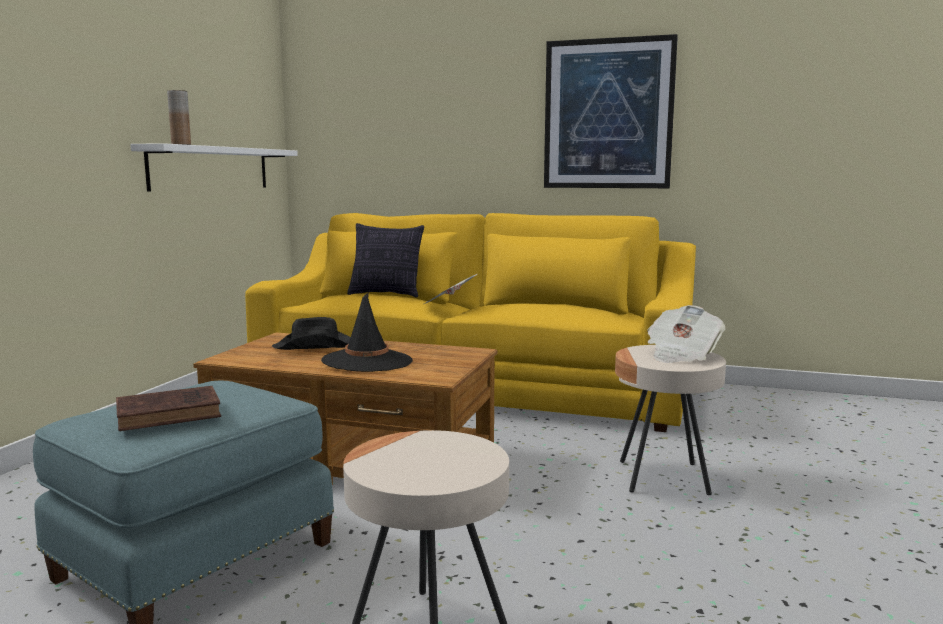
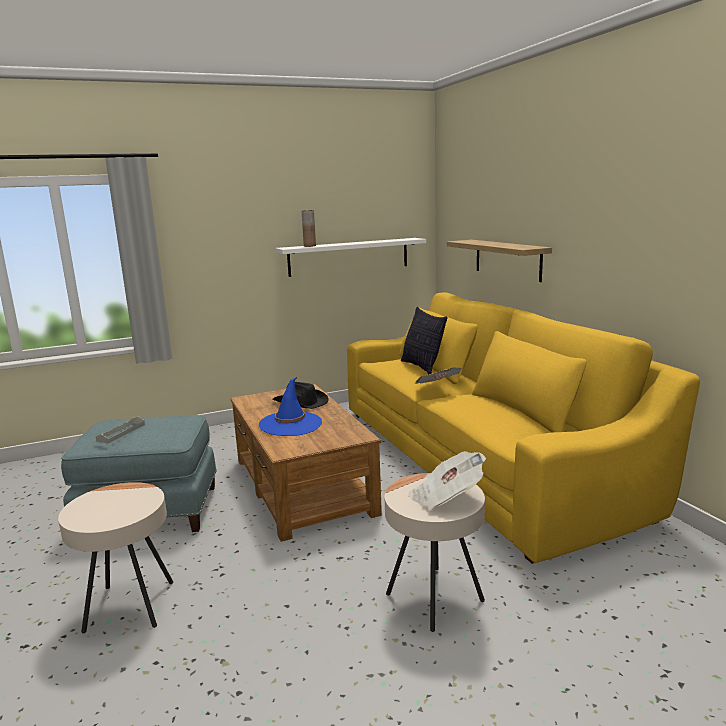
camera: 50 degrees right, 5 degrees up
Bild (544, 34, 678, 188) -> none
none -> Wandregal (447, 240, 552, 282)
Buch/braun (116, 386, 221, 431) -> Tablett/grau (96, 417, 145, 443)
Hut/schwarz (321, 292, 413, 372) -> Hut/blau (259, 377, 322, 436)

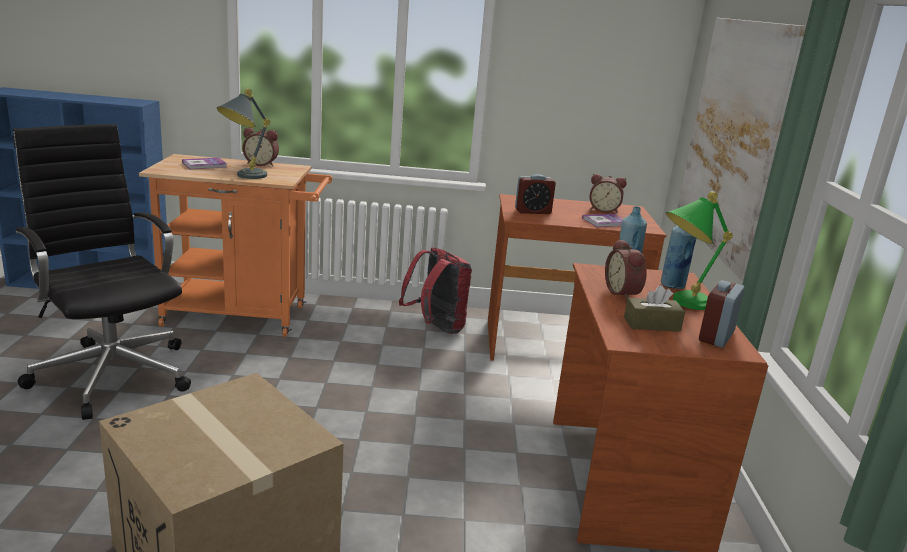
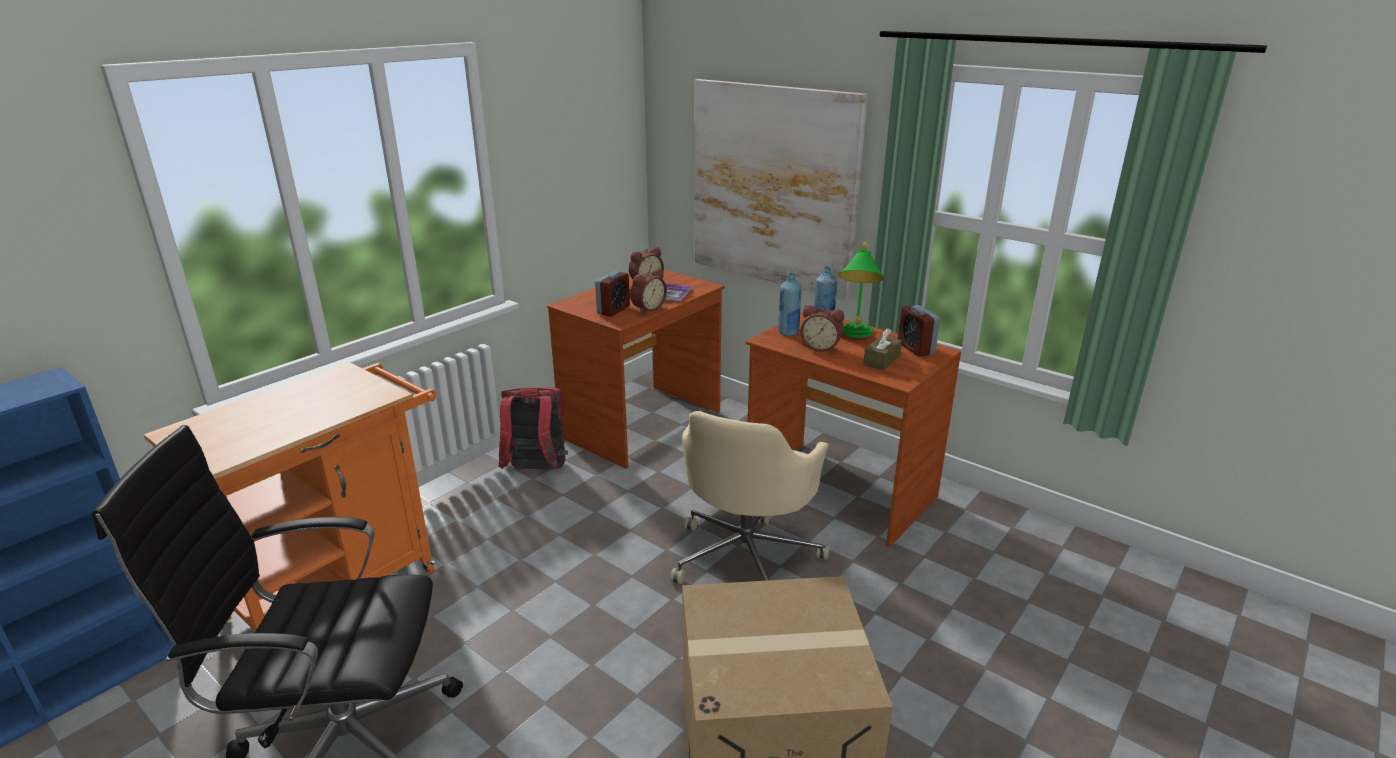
camera: 50 degrees left, 5 degrees up
Buch (182, 158, 227, 169) -> none
Tischlampe/grau (217, 89, 270, 179) -> none
none -> Bürostuhl/beige (670, 411, 830, 584)
Wecker (243, 128, 279, 166) -> Wecker (630, 268, 667, 313), relocated

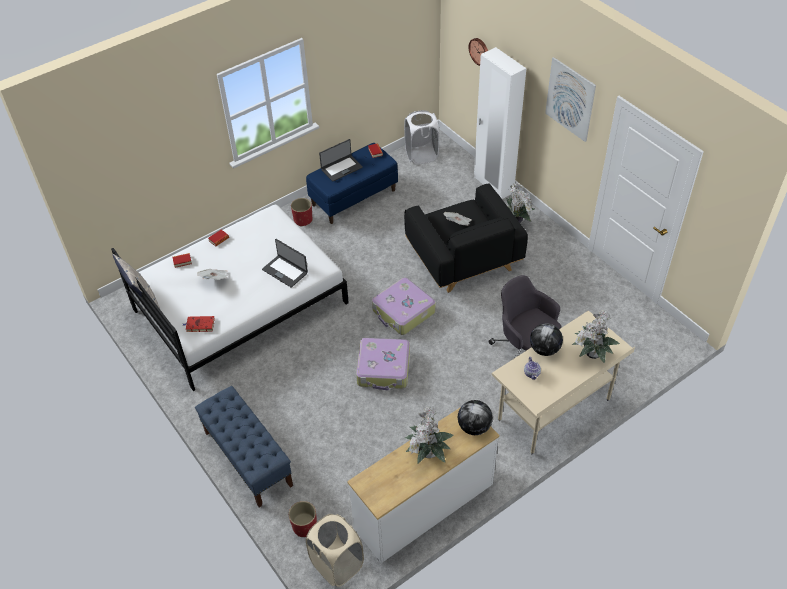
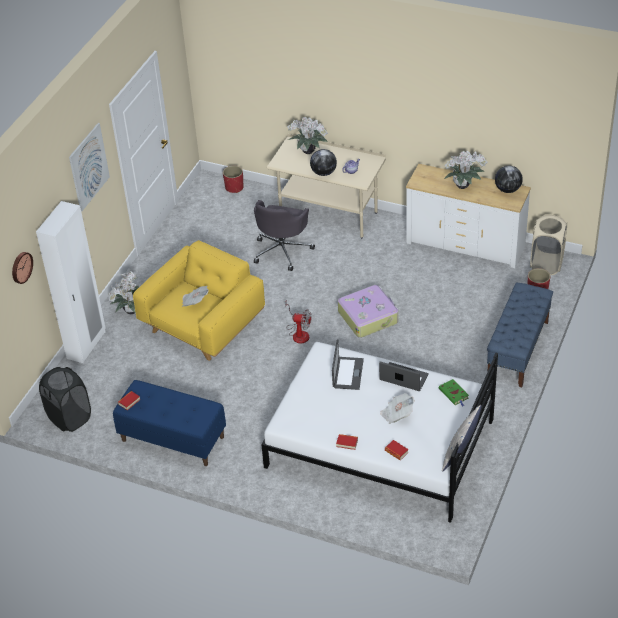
camera: 120 degrees left, 5 degrees down
Pflanzkübel/rot (291, 198, 312, 227) -> Pflanzkübel/rot (223, 166, 244, 193), relocated
Laptop (319, 139, 363, 181) -> Laptop (379, 362, 429, 391), relocated
Globus (458, 400, 493, 435) -> Globus (495, 165, 523, 193), relocated
Koffer (372, 277, 435, 335) -> Ventilator (285, 300, 312, 344)
Buch/rot (182, 316, 215, 332) -> Buch/grün (439, 379, 469, 406)
Wäschekorb/weiß (404, 110, 439, 164) -> Wäschekorb/schwarz (39, 367, 91, 432)
Sessel/schwarz (404, 183, 528, 293) -> Sessel/gelb (133, 240, 265, 361)

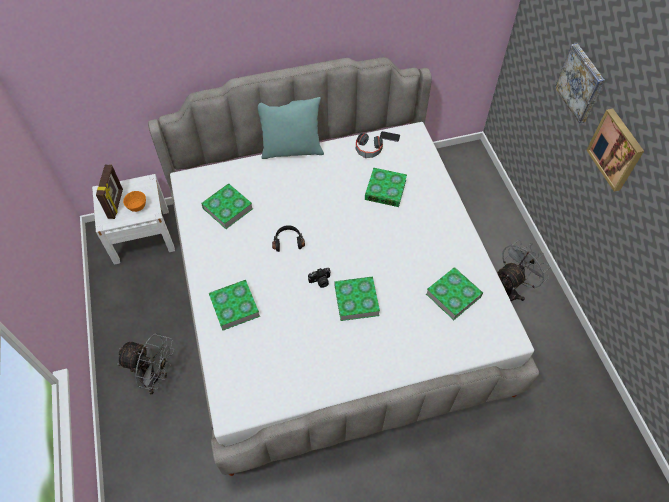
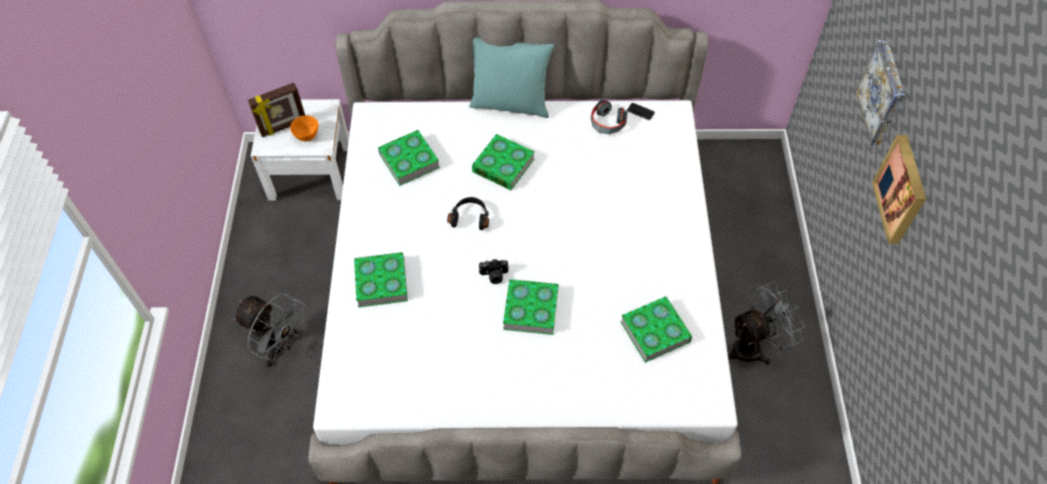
camera: 15 degrees right, 0 degrees up
Buch (365, 167, 407, 207) -> Buch (472, 134, 535, 190), relocated
Bilderrahmen (96, 164, 123, 219) -> Bilderrahmen (248, 83, 305, 137), 45 degrees clockwise

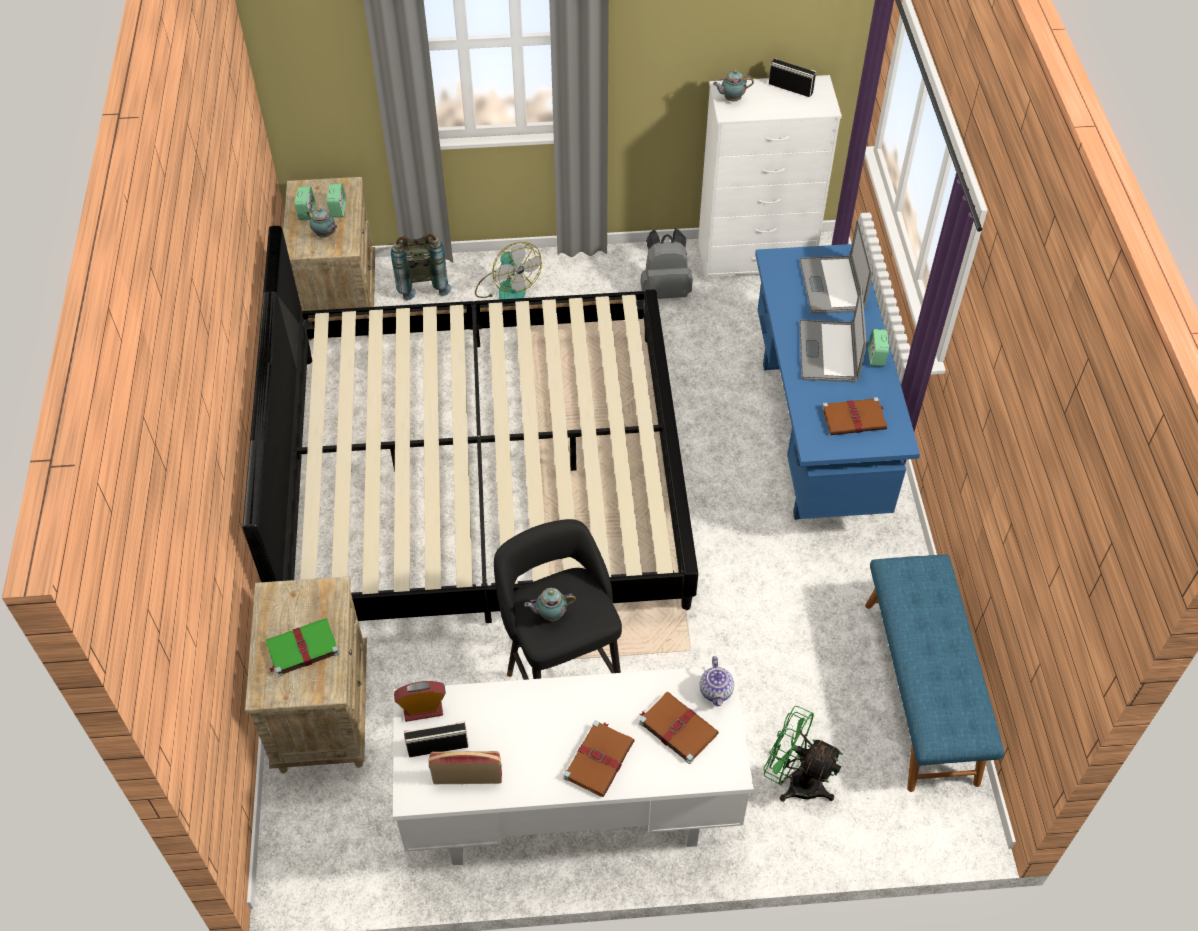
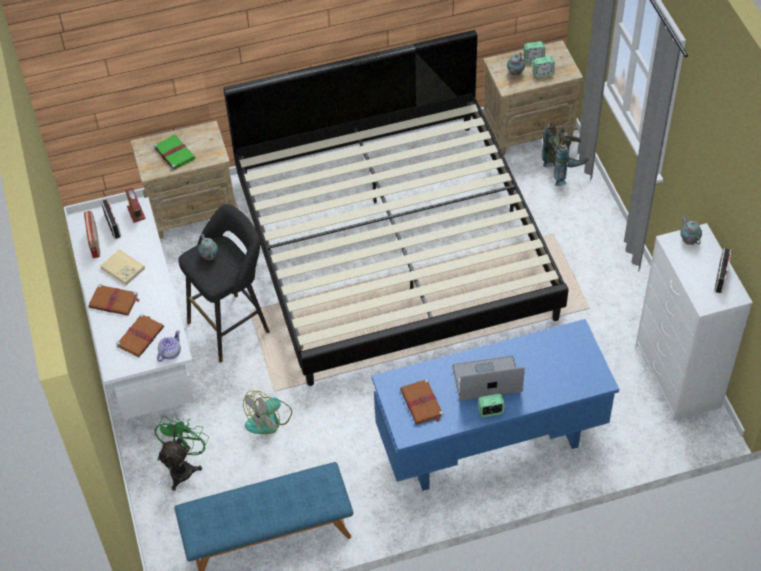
camera: 80 degrees right, 0 degrees up
Rucksack/grau (640, 228, 693, 299) -> none
Laptop (799, 218, 873, 314) -> none
none -> Buch/beige (100, 249, 145, 285)
Ventilator (475, 242, 542, 300) -> Ventilator (243, 391, 292, 434), relocated
Teekanne (700, 656, 734, 707) -> Teekanne (157, 330, 181, 362), 135 degrees clockwise

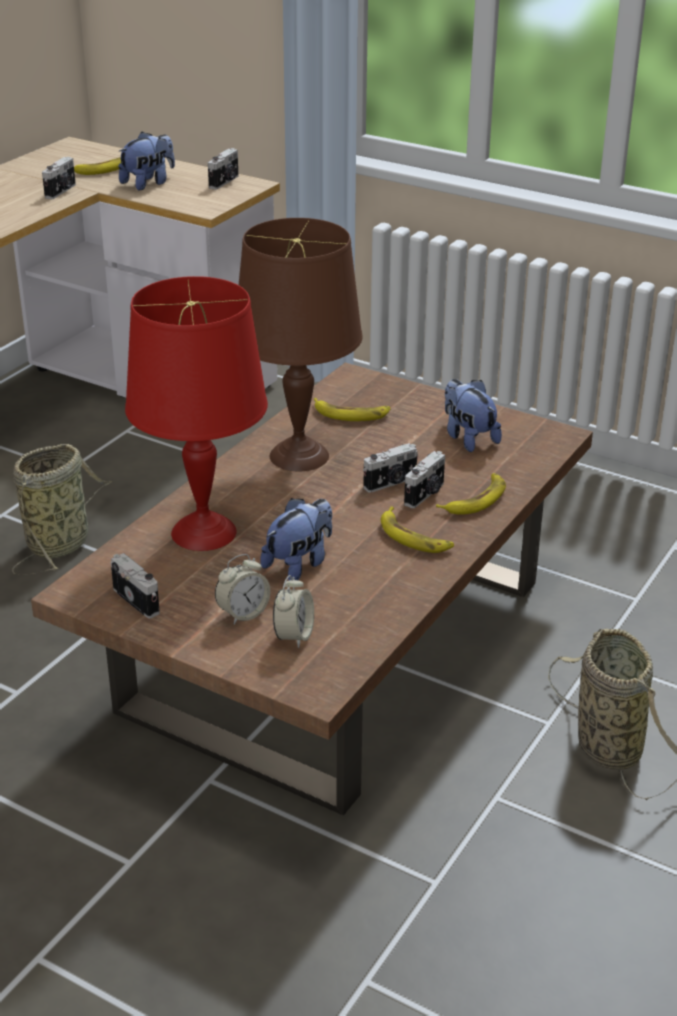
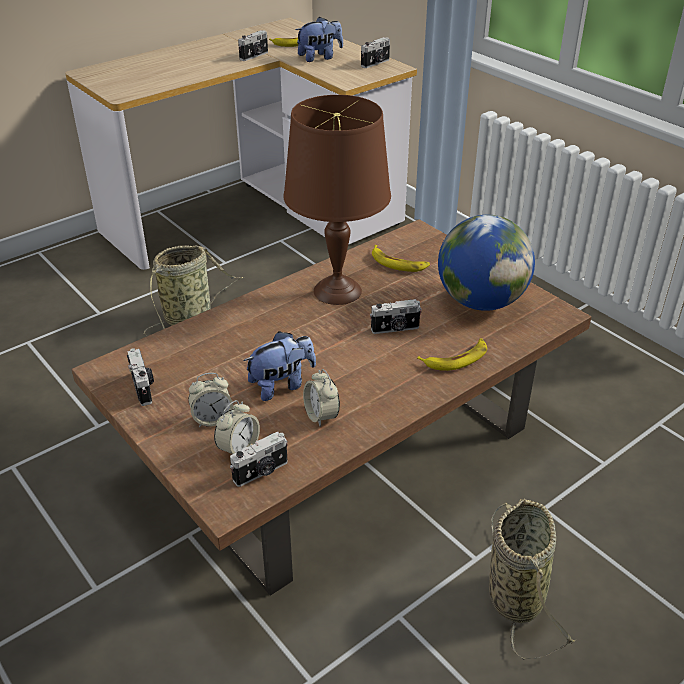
camera: 20 degrees right, 5 degrees up
Tischlampe/rot (125, 276, 268, 551) -> none
Banane (381, 506, 454, 553) -> none
none -> Wecker (303, 369, 340, 427)
Kamera (404, 451, 445, 508) -> Kamera (230, 432, 288, 487), relocated
Plüschtier (445, 379, 502, 452) -> Globus (438, 215, 535, 311)

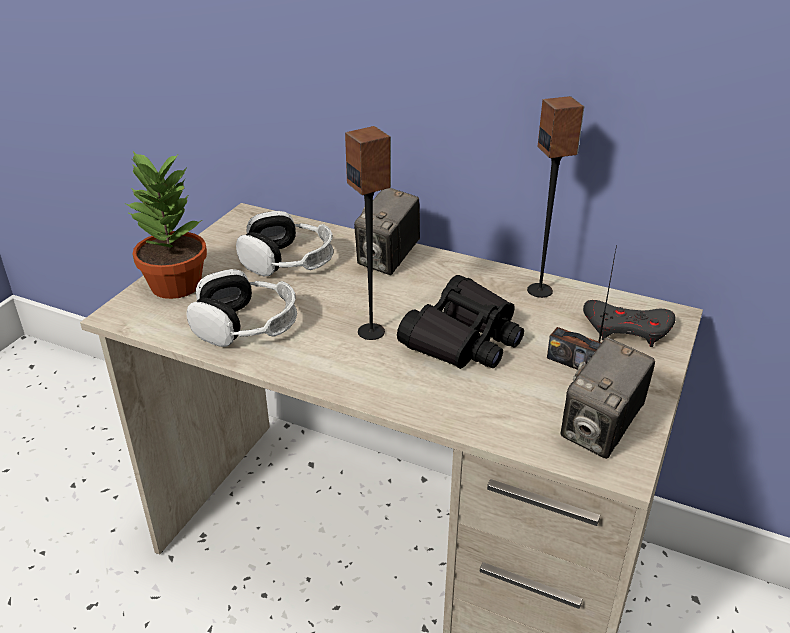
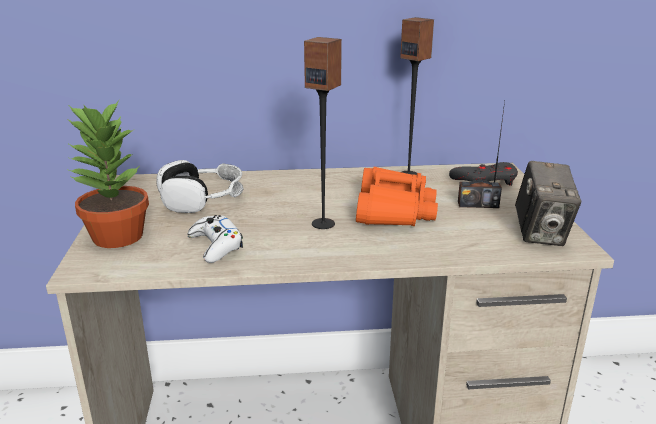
camera: 30 degrees left, 10 degrees down
Kamera (354, 188, 420, 275) -> none
Kopfhörer (186, 269, 297, 347) -> Gamepad/weiß (188, 215, 243, 263)
Fernglas/schwarz (397, 275, 524, 369) -> Fernglas/orange (356, 167, 438, 226)

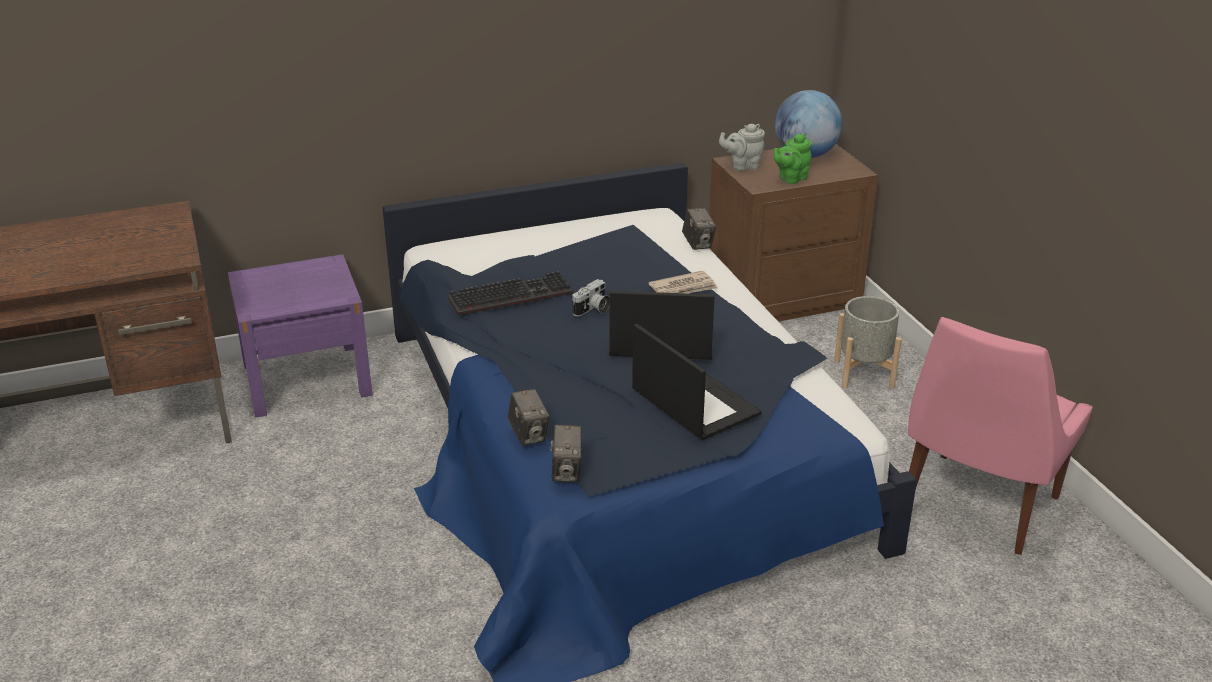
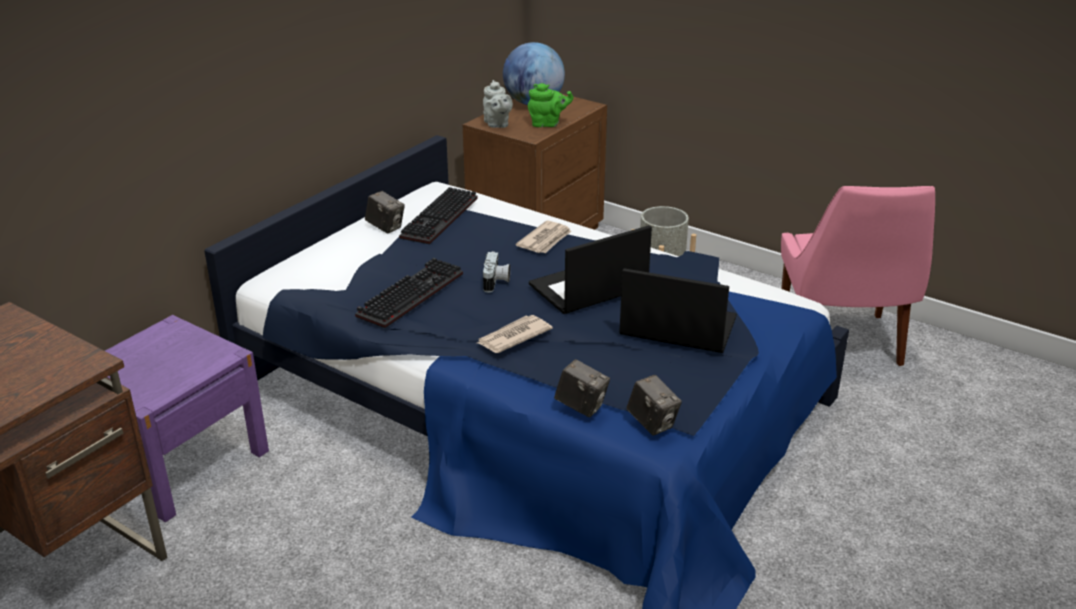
camera: 35 degrees left, 0 degrees up
none -> Tastatur (399, 187, 478, 244)
none -> Zeitung (477, 315, 553, 353)
Kamera (682, 208, 716, 250) -> Kamera (365, 191, 405, 233), relocated
Teekanne/grau (719, 124, 765, 171) -> Teekanne/grau (483, 80, 513, 128), 60 degrees counterclockwise
Teekanne/grün (774, 133, 812, 184) -> Teekanne/grün (528, 83, 574, 127), 105 degrees counterclockwise

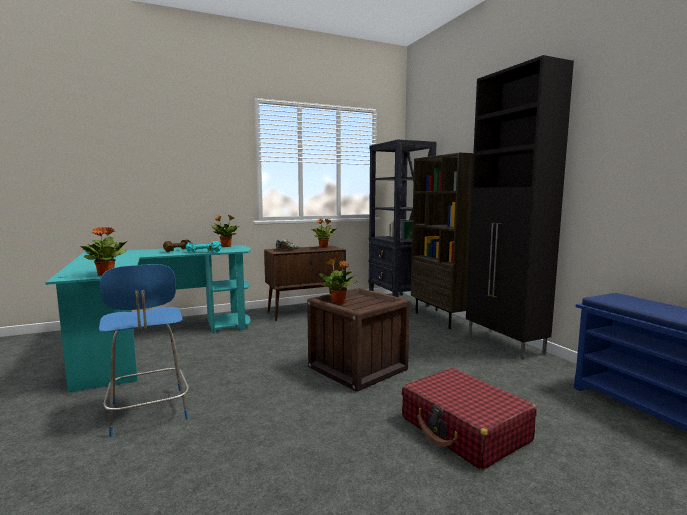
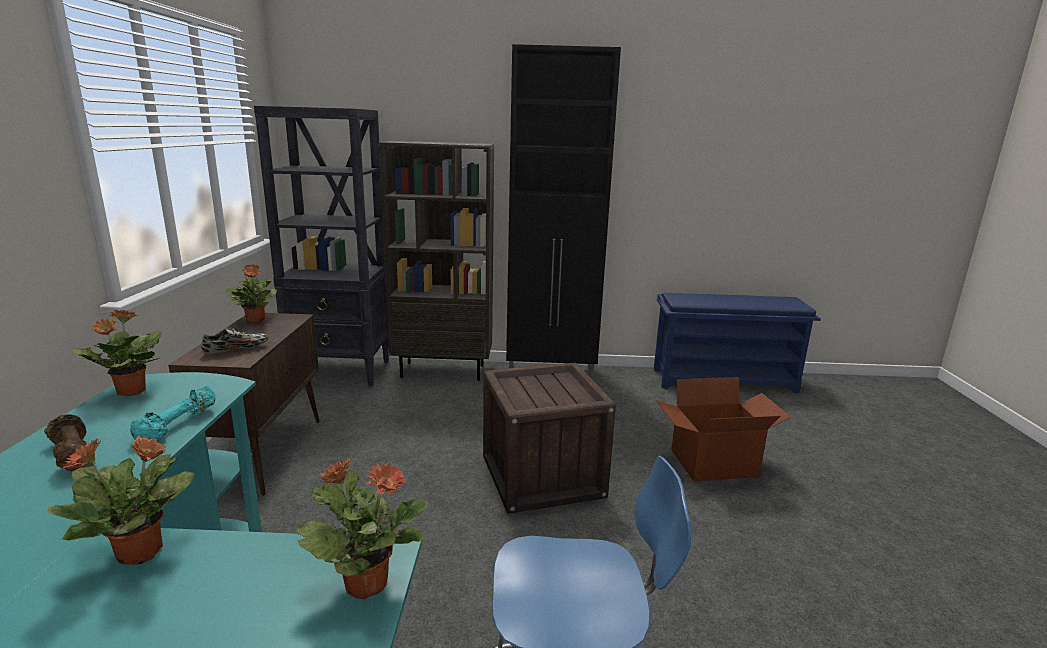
camera: 65 degrees left, 10 degrees up
Topfpflanze (319, 258, 358, 303) -> Topfpflanze (47, 436, 195, 565), relocated
Koffer/rot (402, 368, 537, 470) -> Karton (655, 377, 791, 481)

